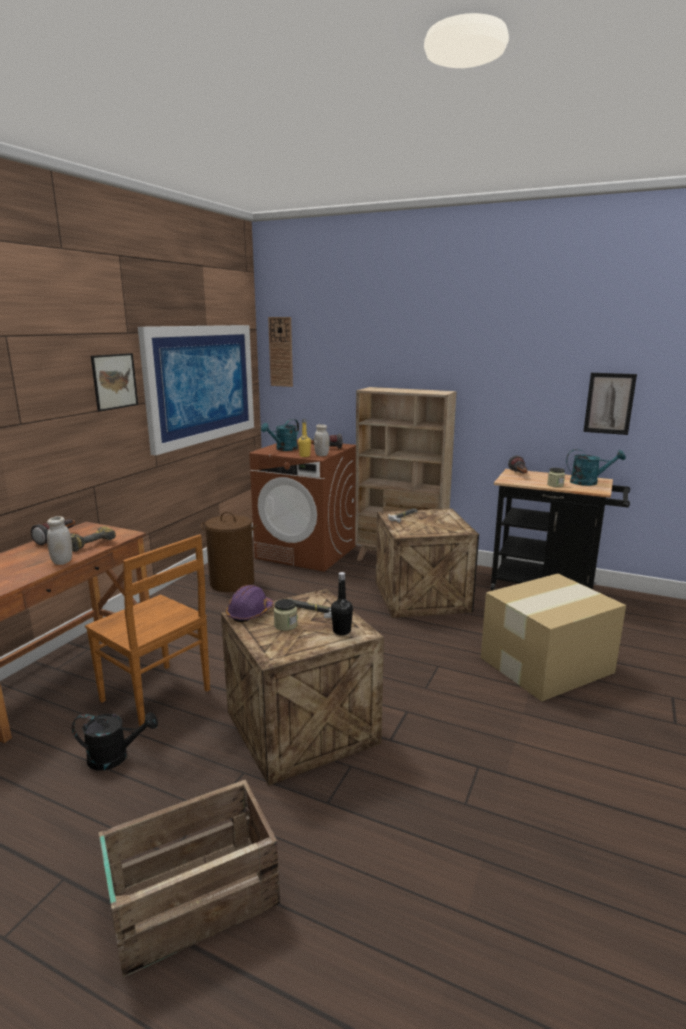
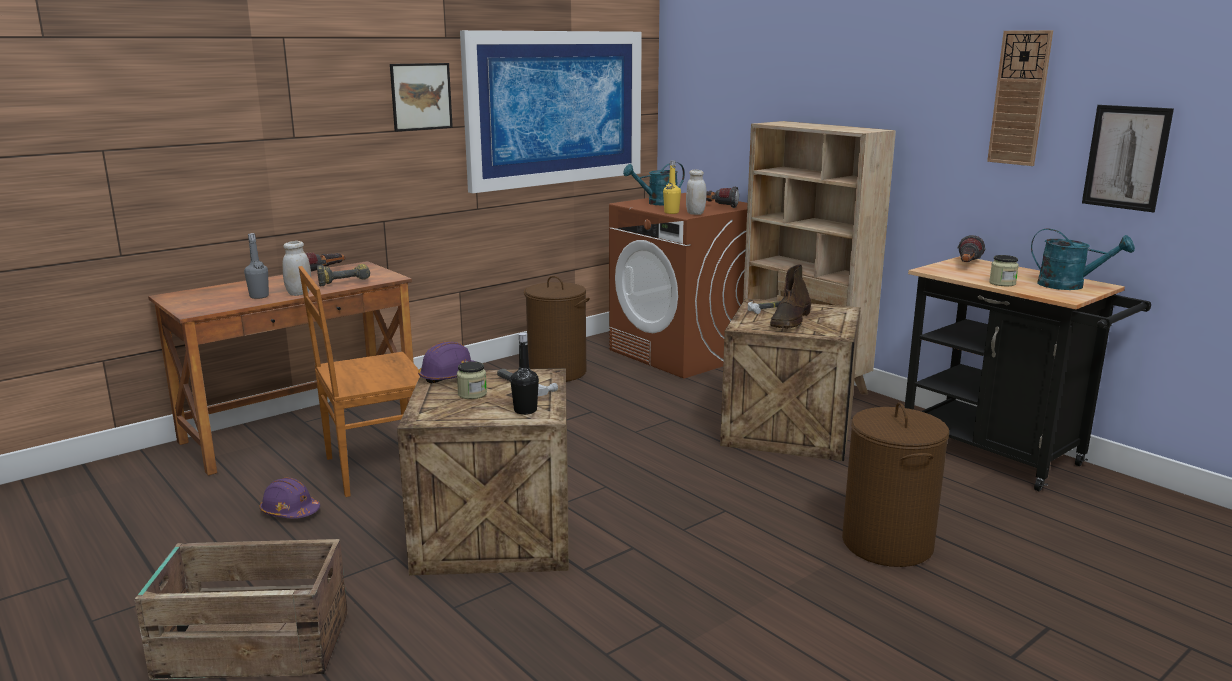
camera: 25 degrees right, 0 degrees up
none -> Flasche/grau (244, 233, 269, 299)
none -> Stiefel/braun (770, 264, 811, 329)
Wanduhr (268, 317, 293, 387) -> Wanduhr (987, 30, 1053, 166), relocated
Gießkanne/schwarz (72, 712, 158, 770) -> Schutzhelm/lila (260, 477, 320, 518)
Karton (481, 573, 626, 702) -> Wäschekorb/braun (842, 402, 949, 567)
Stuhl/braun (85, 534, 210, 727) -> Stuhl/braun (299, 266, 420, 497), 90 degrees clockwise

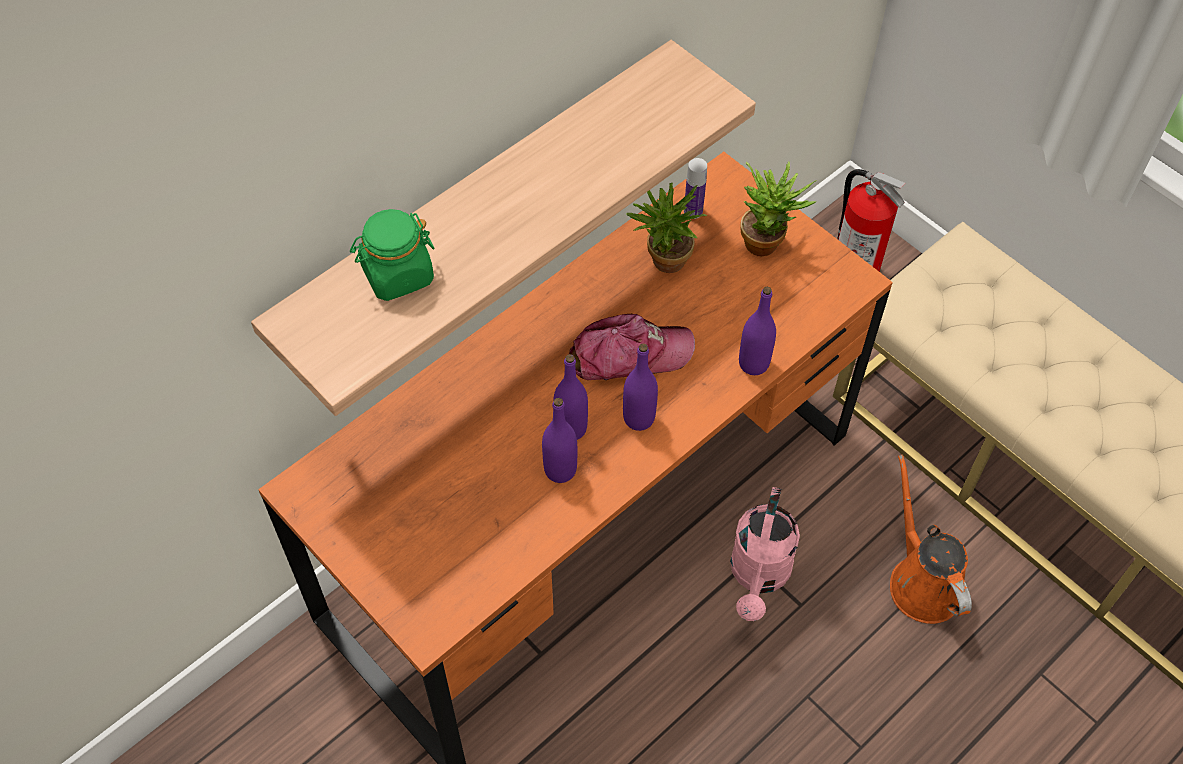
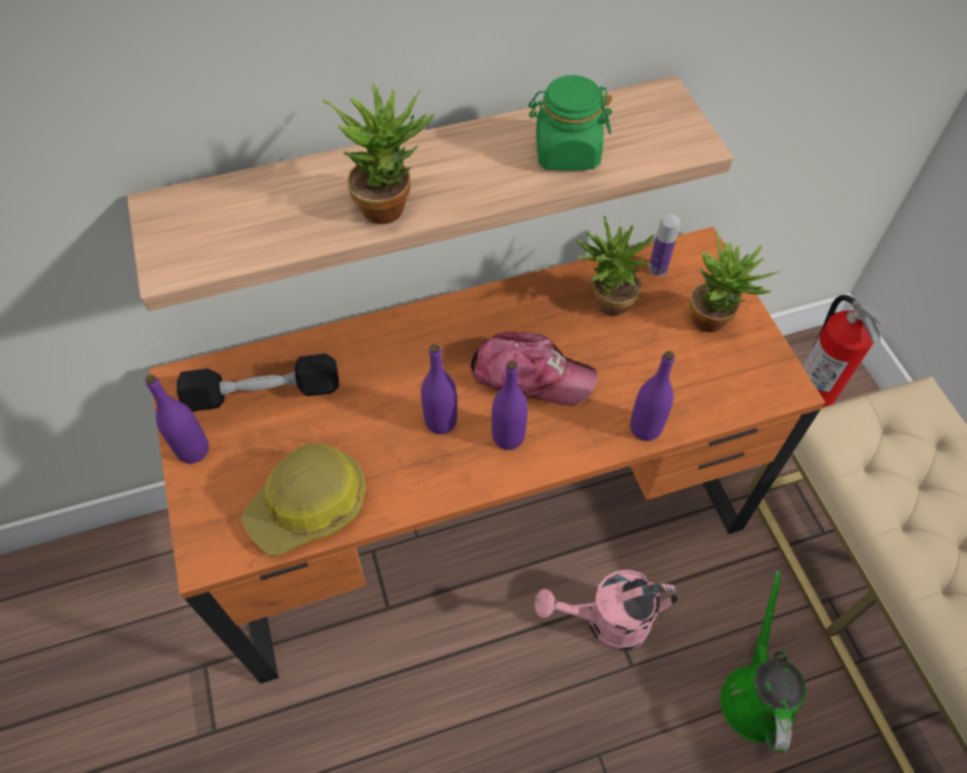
camera: 25 degrees right, 0 degrees up
none -> Hantel/schwarz (177, 354, 339, 411)
none -> Schutzhelm (241, 444, 366, 556)
none -> Topfpflanze (322, 84, 435, 224)
Vorratsglas/grün (350, 209, 435, 301) -> Vorratsglas/grün (528, 75, 612, 171), relocated
Flasche/lila (542, 398, 577, 483) -> Flasche/lila (145, 375, 209, 463), relocated
Gießkanne/orange (890, 454, 972, 624) -> Gießkanne/grün (720, 571, 806, 753)
Gießkanne/rosa (730, 487, 800, 621) -> Gießkanne/rosa (535, 570, 678, 651), 45 degrees clockwise

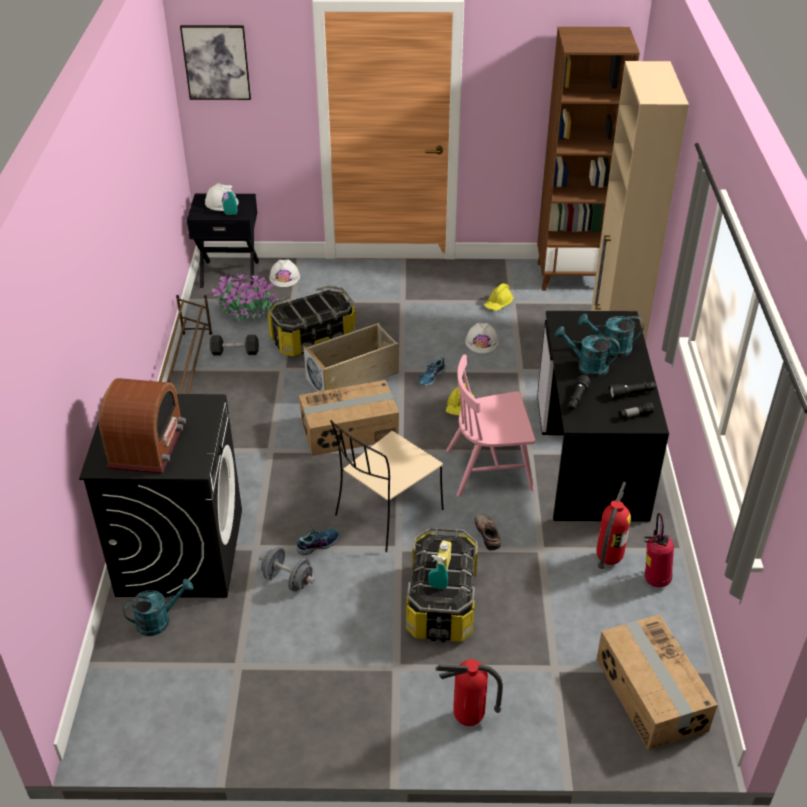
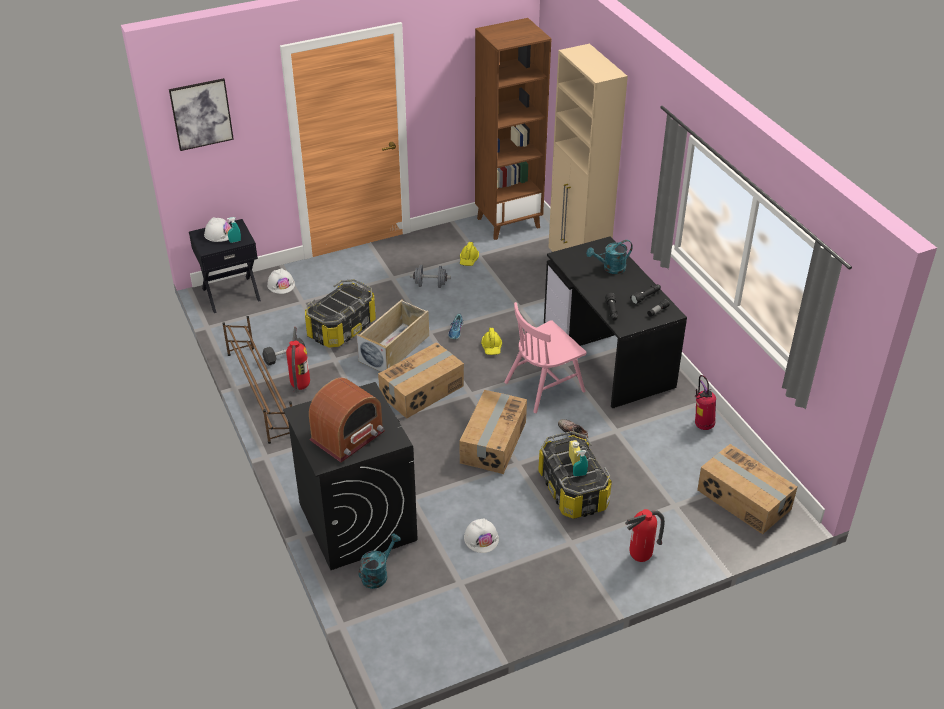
camera: 25 degrees left, 0 degrees up
Topfpflanze (212, 273, 278, 322) -> none
Schuh (296, 528, 339, 555) -> none
Gießkanne/türkis (555, 326, 620, 377) -> none
Hantel/grau (259, 547, 315, 592) -> Hantel/grau (410, 265, 451, 288), relocated
Schutzhelm/weiß (465, 323, 499, 353) -> Schutzhelm/weiß (464, 519, 499, 553), relocated
Feuerlöscher (596, 482, 631, 569) -> Feuerlöscher (286, 327, 310, 393), relocated
Stuhl/beige (330, 420, 444, 552) -> Karton (459, 390, 527, 474)
Radio (99, 378, 186, 474) -> Radio (309, 377, 385, 463), 60 degrees clockwise

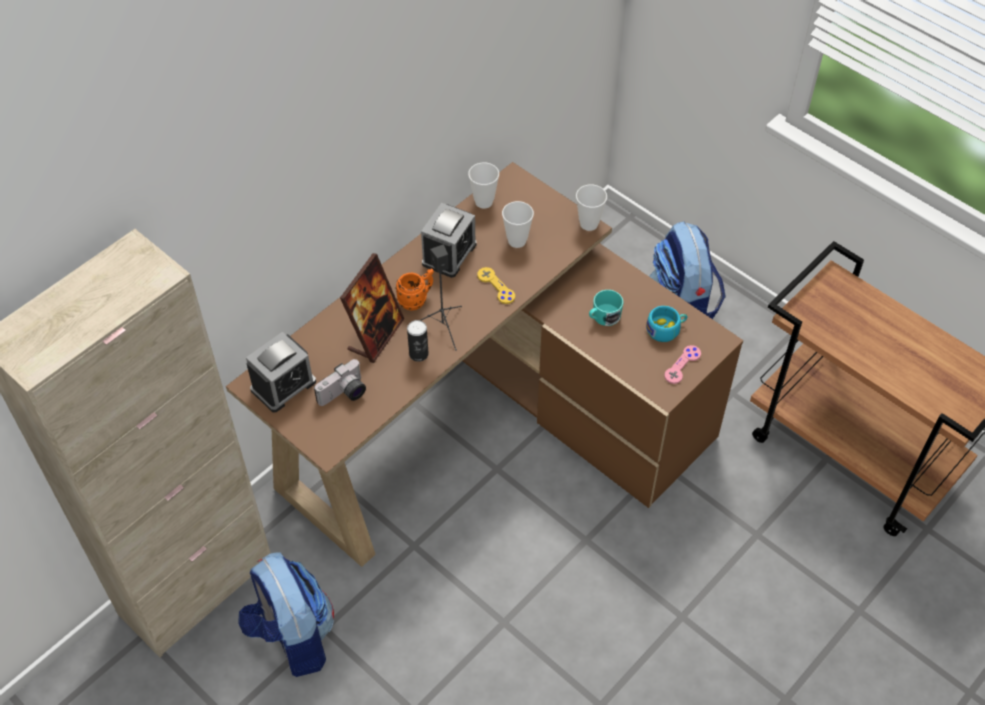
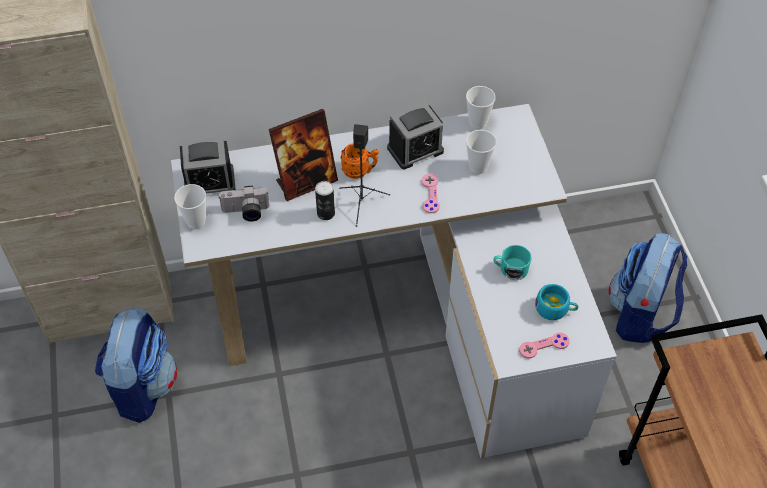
camera: 35 degrees right, 0 degrees up
Tasse (576, 184, 607, 231) -> Tasse (174, 184, 206, 229), relocated
Schreibtisch/braun (226, 162, 743, 567) -> Schreibtisch/weiß (171, 104, 617, 459)
Gamepad/gelb (477, 267, 515, 304) -> Gamepad/rosa (421, 174, 440, 213)

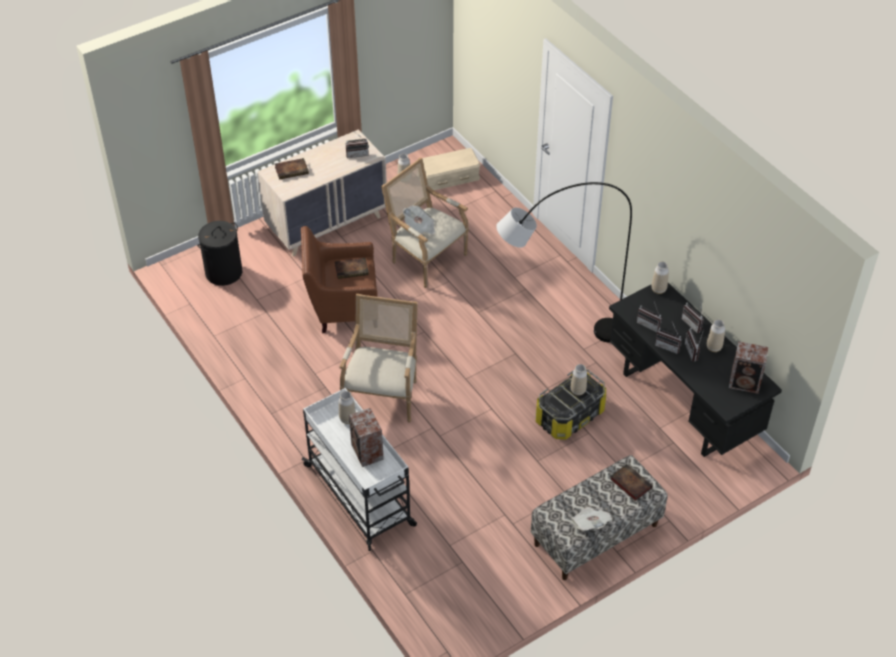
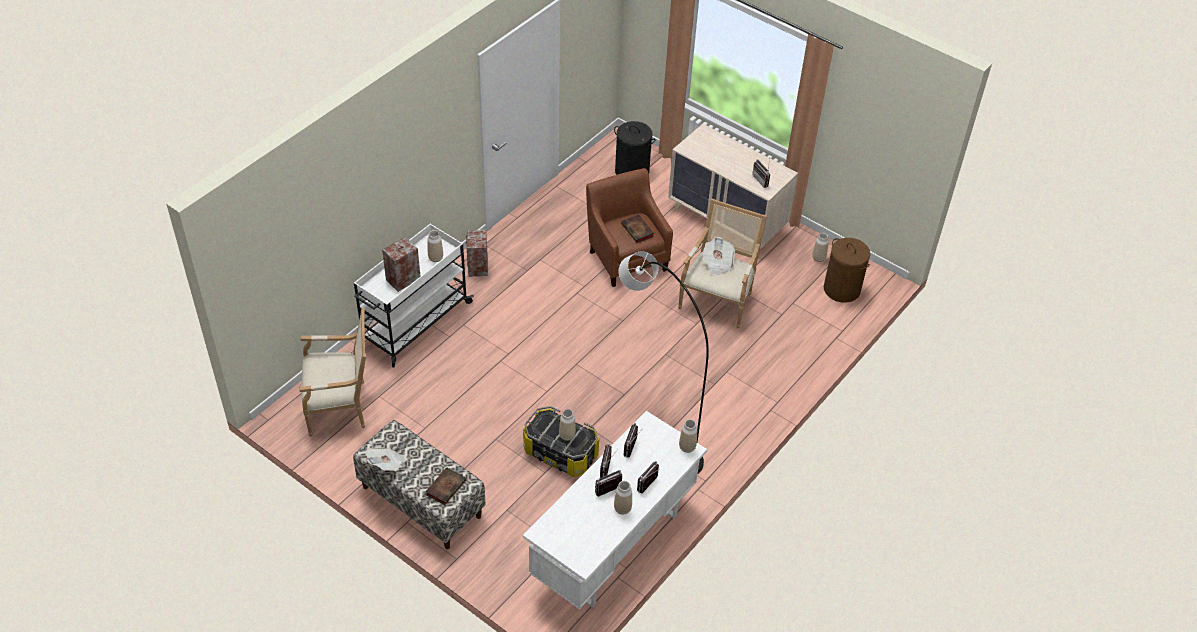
camera: 70 degrees right, 0 degrees up
Buch (275, 158, 309, 180) -> none
Sessel (339, 294, 418, 423) -> Sessel (300, 308, 366, 436), relocated
Lautsprecher (729, 341, 768, 394) -> Lautsprecher (466, 230, 488, 276), relocated
Aufbewahrungsbox/beige (422, 148, 480, 190) -> Wäschekorb/braun (824, 238, 870, 303)
Schreibtisch/schwarz (609, 283, 782, 457) -> Schreibtisch/weiß (523, 411, 707, 610)

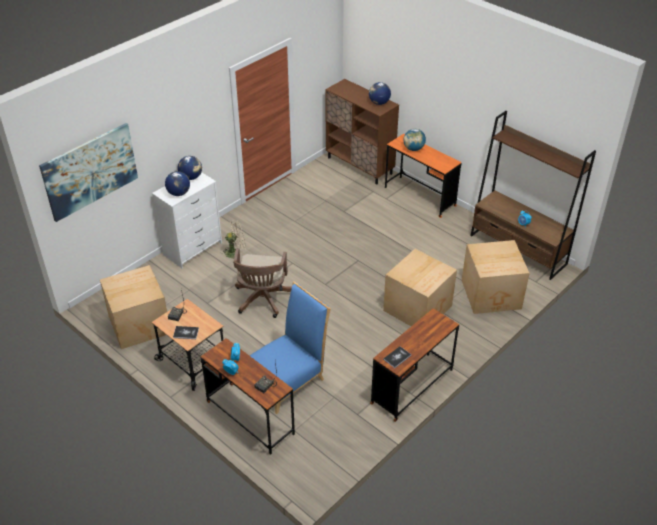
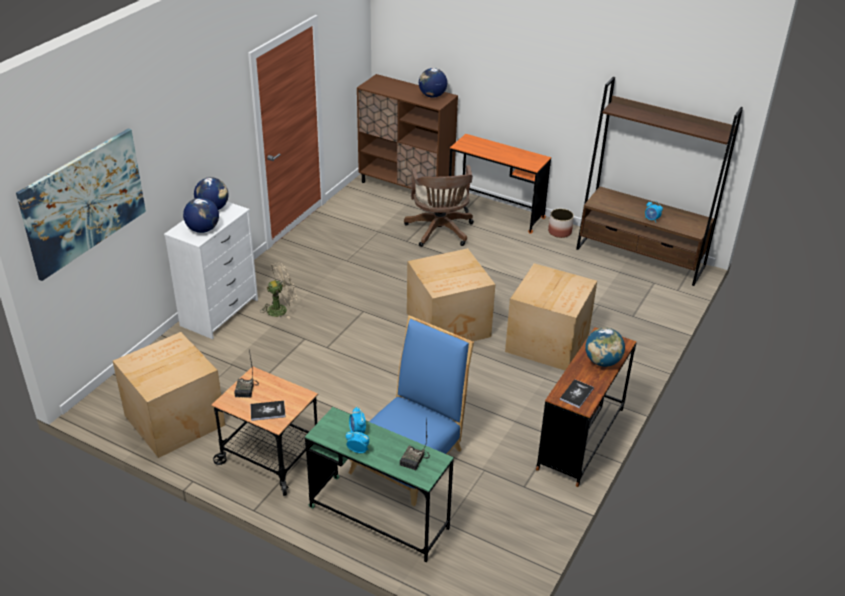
camera: 15 degrees left, 5 degrees down
none -> Pflanzkübel (548, 209, 574, 238)
Bürostuhl/braun (233, 248, 292, 318) -> Bürostuhl/braun (404, 165, 474, 247), relocated
Globus (403, 129, 426, 151) -> Globus (585, 328, 625, 367), relocated
Karton (462, 240, 530, 314) -> Karton (407, 248, 495, 341), relocated
Schreibtisch/braun (200, 338, 295, 455) -> Schreibtisch/grün (305, 407, 454, 562)

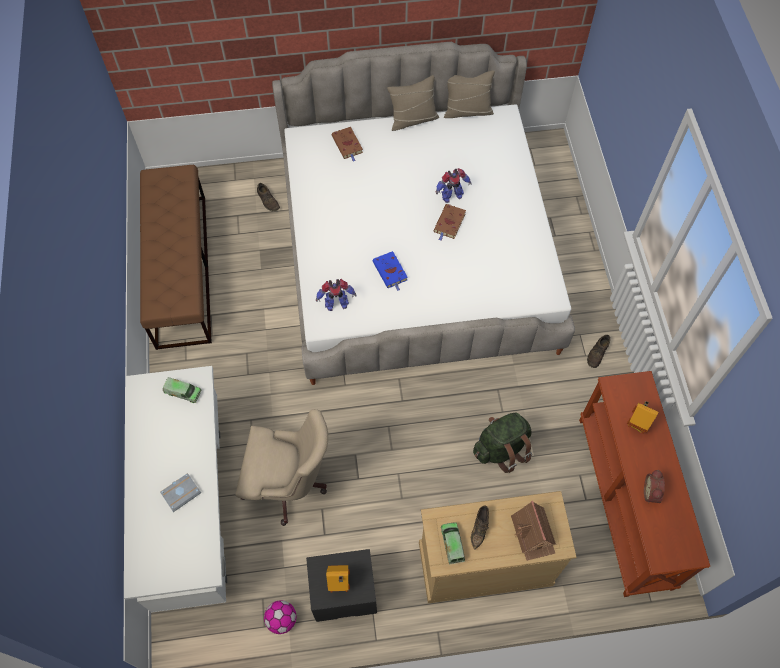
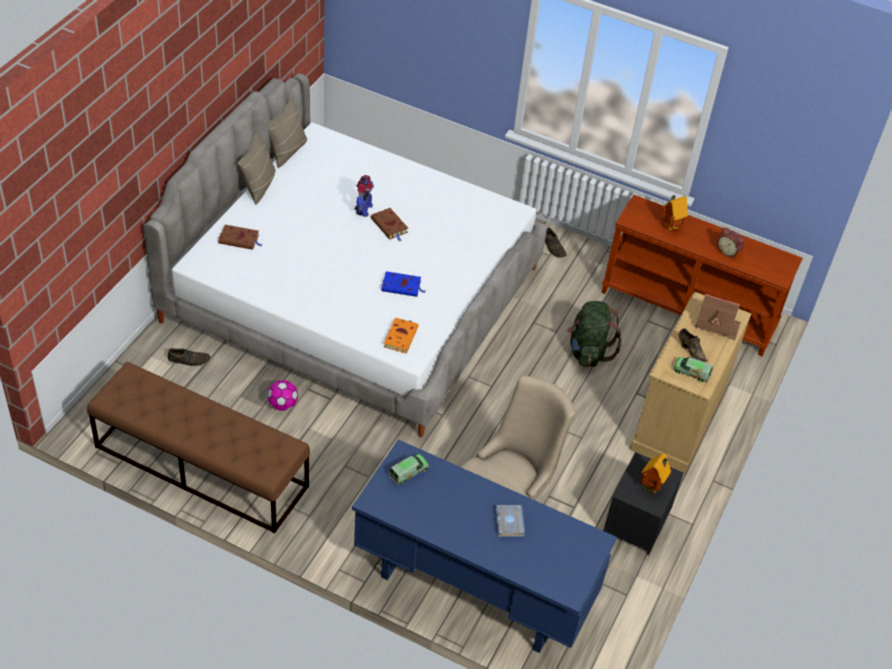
camera: 60 degrees left, 15 degrees down
Fußball (264, 600, 296, 634) -> Fußball (267, 380, 298, 411), relocated
Spielzeugroboter (316, 279, 356, 311) -> Buch/orange (384, 317, 419, 353)
Schreibtisch/weiß (124, 366, 227, 613) -> Schreibtisch/blau (352, 439, 617, 653)

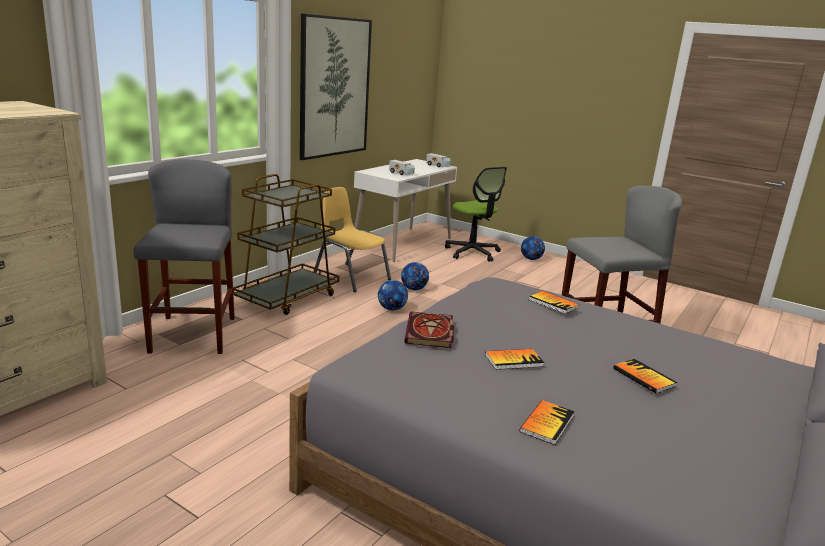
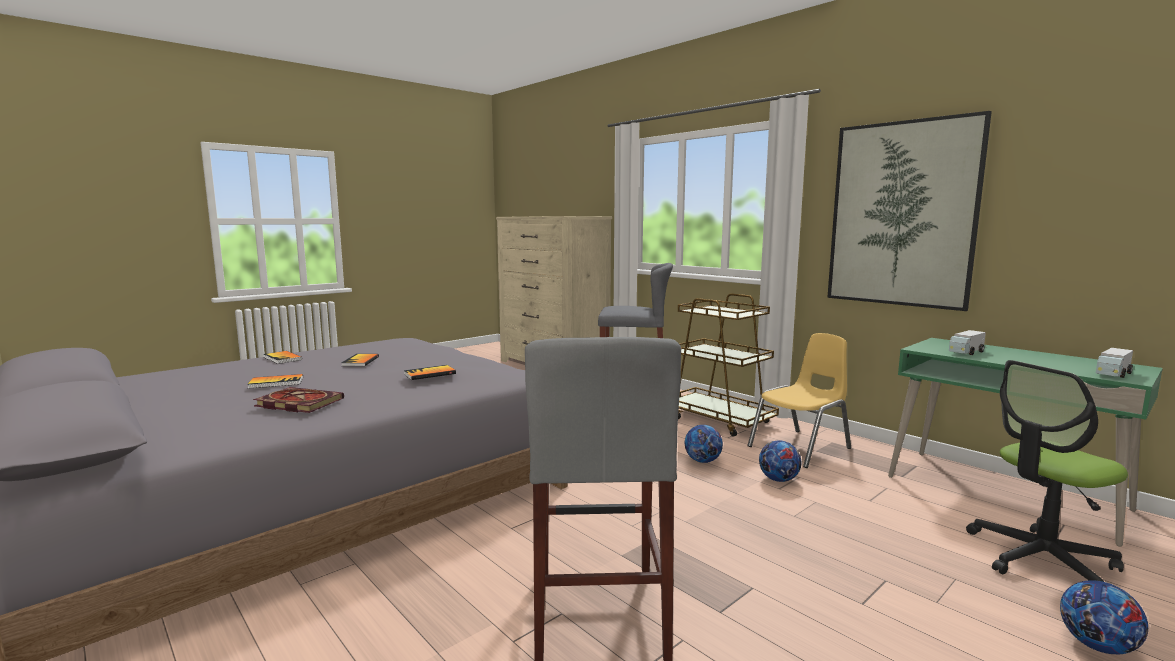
camera: 105 degrees right, 10 degrees down
Buch (404, 312, 454, 348) -> Buch (253, 387, 344, 413), relocated
Schreibtisch/weiß (354, 159, 457, 262) -> Schreibtisch/grün (888, 338, 1163, 547)

